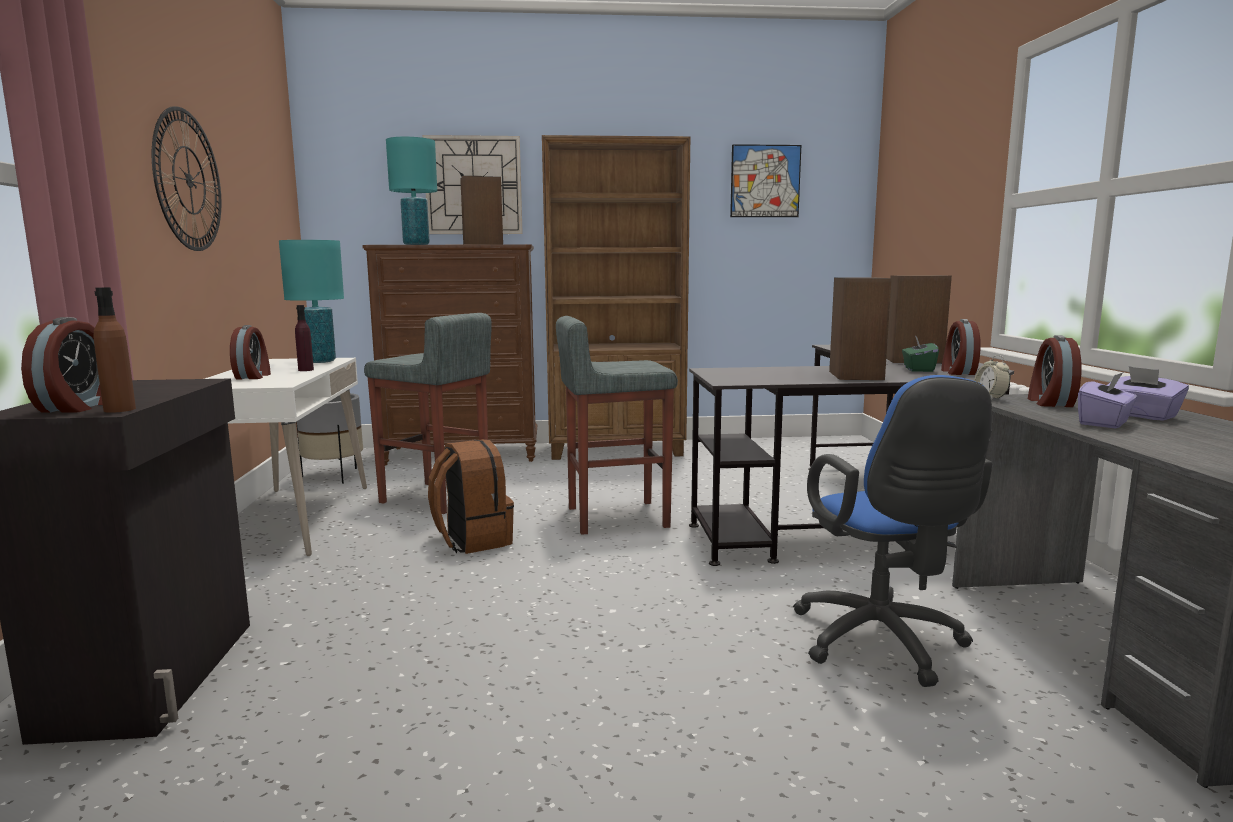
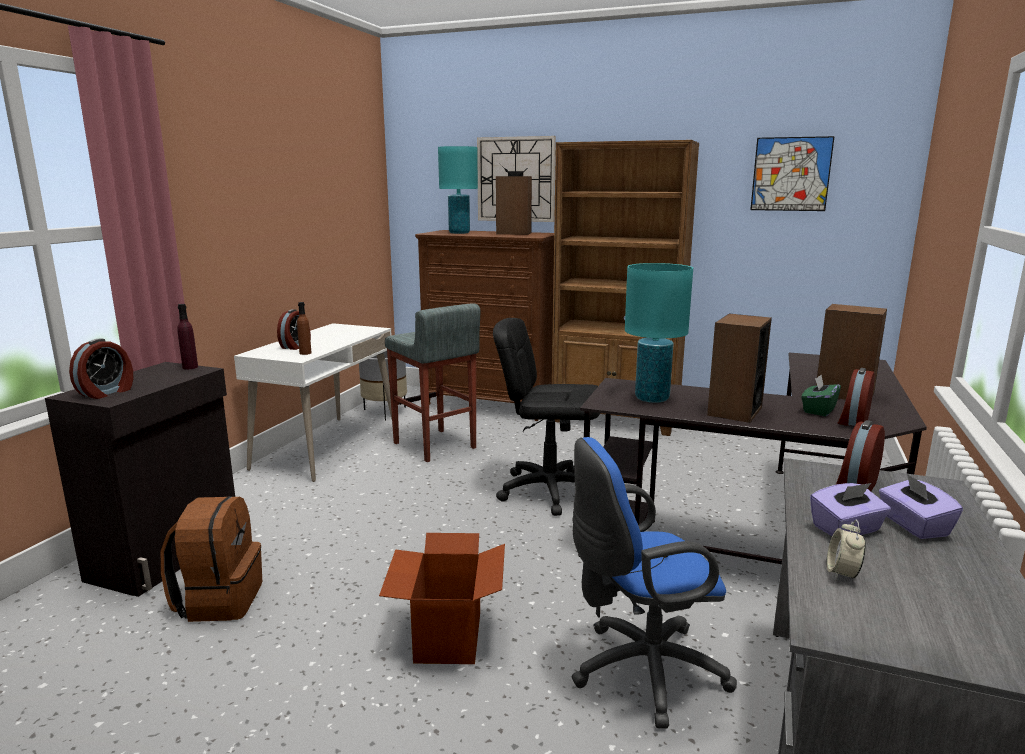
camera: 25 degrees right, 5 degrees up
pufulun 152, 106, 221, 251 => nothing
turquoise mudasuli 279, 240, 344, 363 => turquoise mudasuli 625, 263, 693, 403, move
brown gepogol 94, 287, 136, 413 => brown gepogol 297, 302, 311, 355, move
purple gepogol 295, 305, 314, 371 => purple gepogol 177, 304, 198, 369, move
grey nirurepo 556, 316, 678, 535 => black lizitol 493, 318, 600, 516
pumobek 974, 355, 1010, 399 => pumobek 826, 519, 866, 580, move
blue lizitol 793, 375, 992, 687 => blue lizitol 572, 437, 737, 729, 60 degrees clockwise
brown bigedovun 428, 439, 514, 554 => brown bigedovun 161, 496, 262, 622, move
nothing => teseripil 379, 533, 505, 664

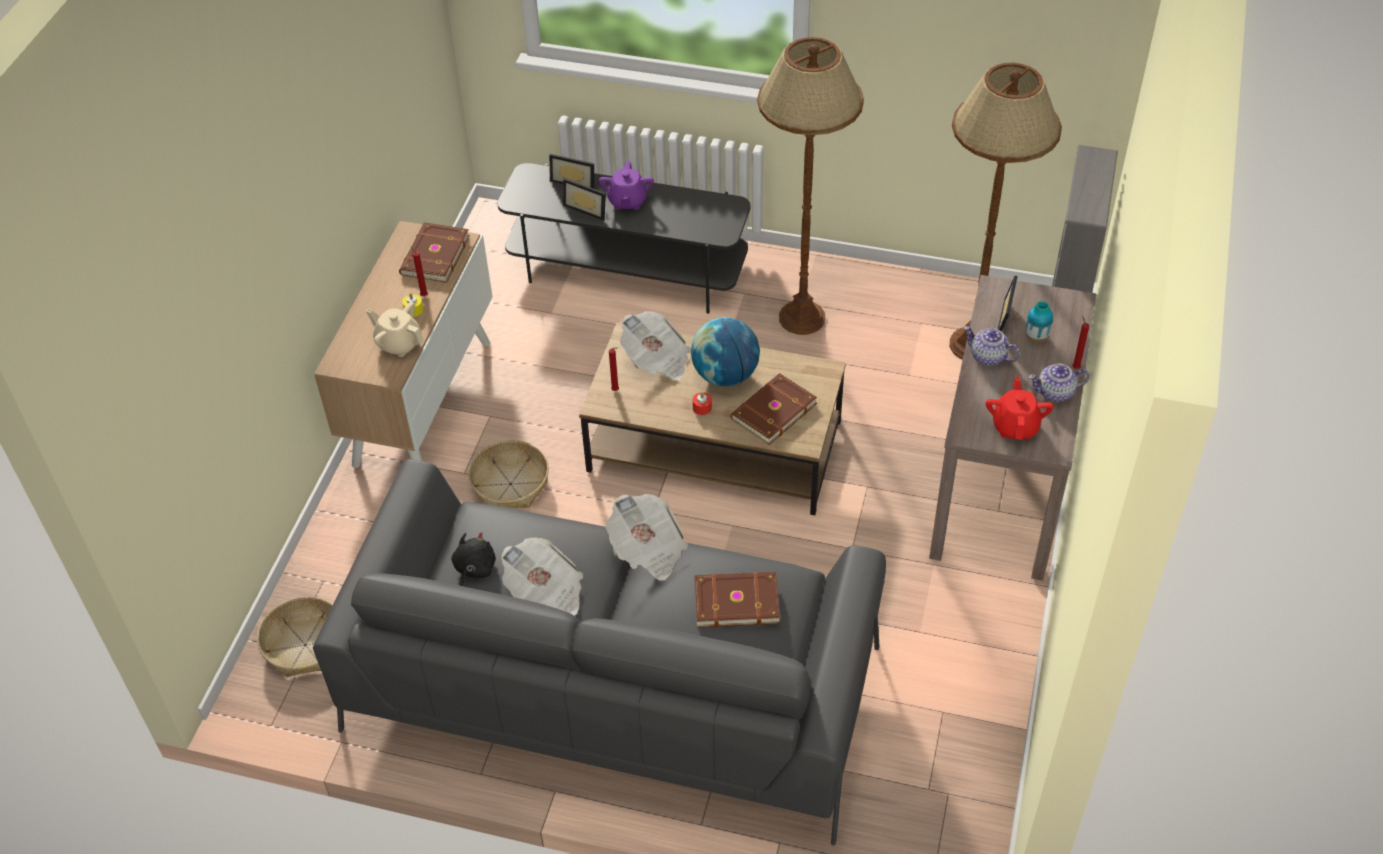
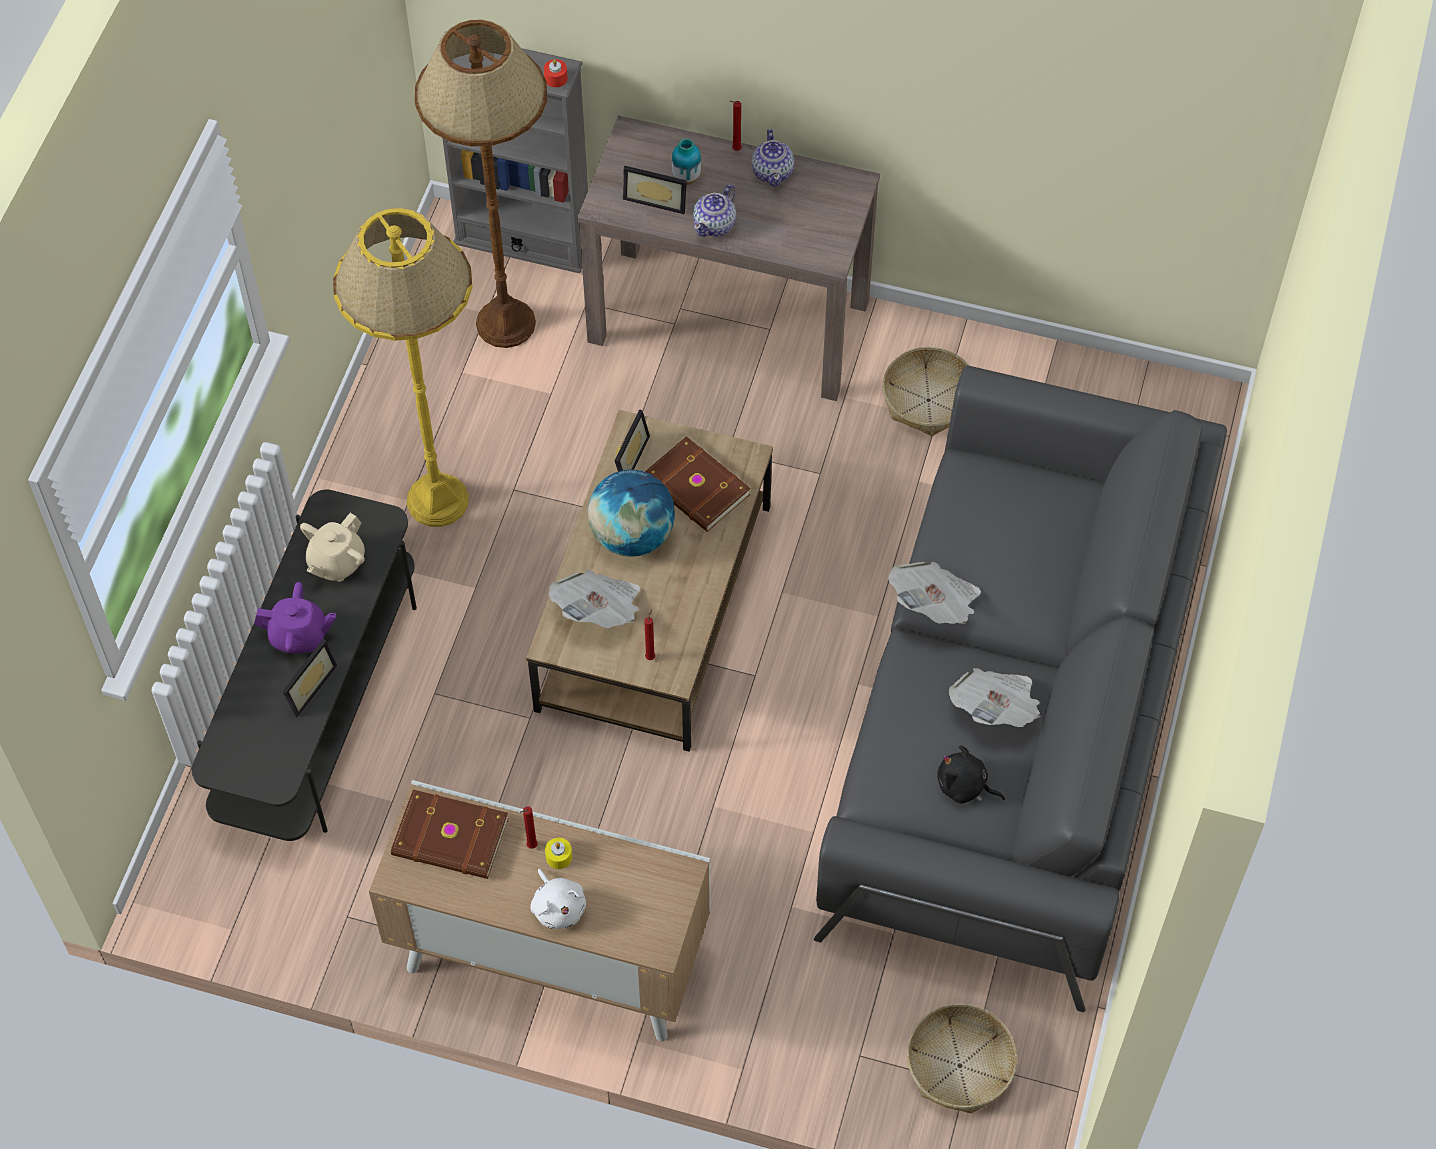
camera: 90 degrees left, 10 degrees up
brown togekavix 757, 37, 864, 335 => yellow togekavix 333, 208, 472, 527
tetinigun 549, 154, 594, 189 => tetinigun 614, 409, 650, 472, move
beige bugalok 366, 302, 424, 357 => beige bugalok 300, 513, 365, 582, move
red bugalok 986, 377, 1054, 440 => nothing
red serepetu 692, 392, 712, 415 => red serepetu 544, 59, 568, 87, move
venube 468, 440, 549, 508 => venube 882, 347, 970, 436, move
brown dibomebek 694, 572, 780, 628 => nothing
nothing => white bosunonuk 530, 869, 586, 929

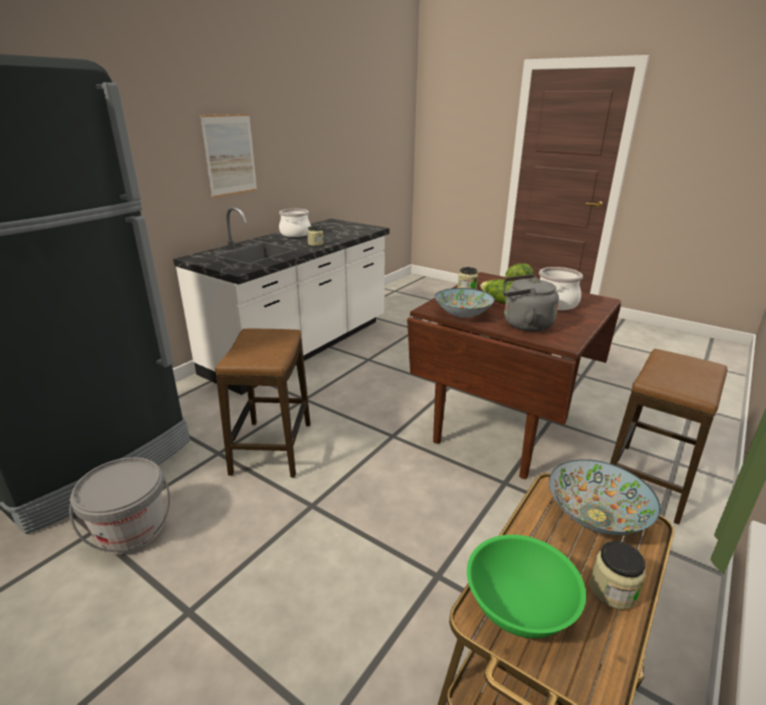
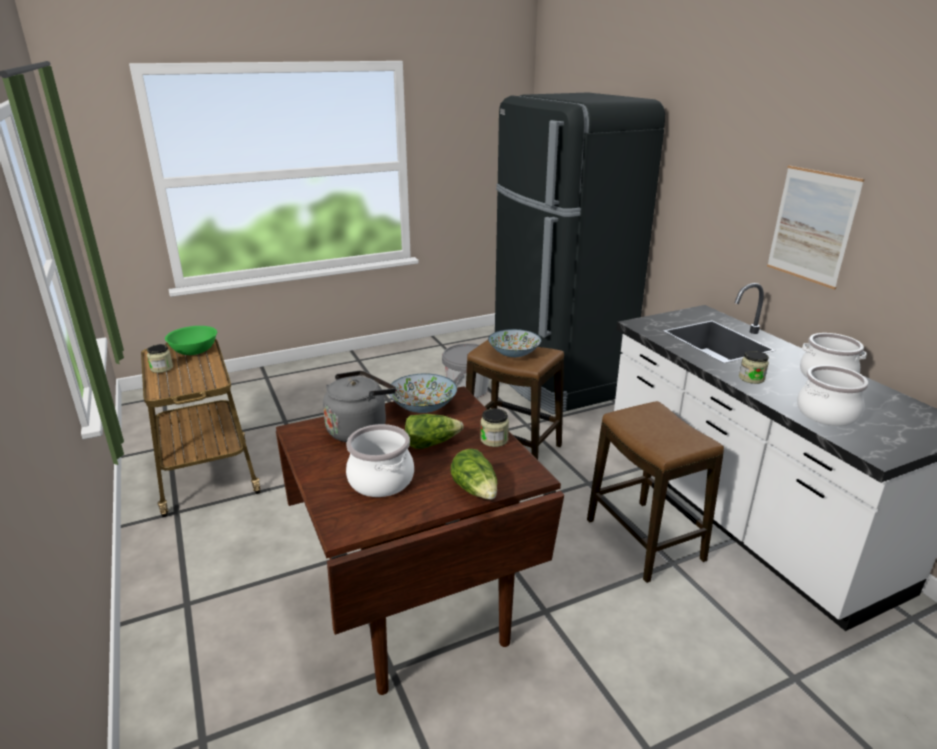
camera: 120 degrees right, 0 degrees up
nirurepo 610, 349, 728, 524 => nirurepo 587, 401, 724, 583, move
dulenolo 549, 459, 661, 535 => dulenolo 488, 329, 541, 357, move
nothing => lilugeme 797, 365, 869, 426

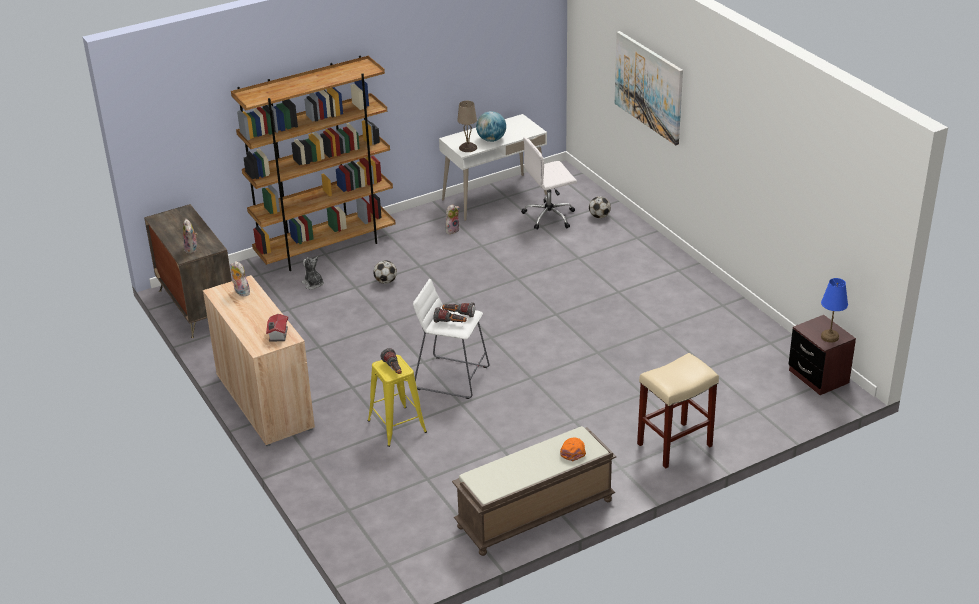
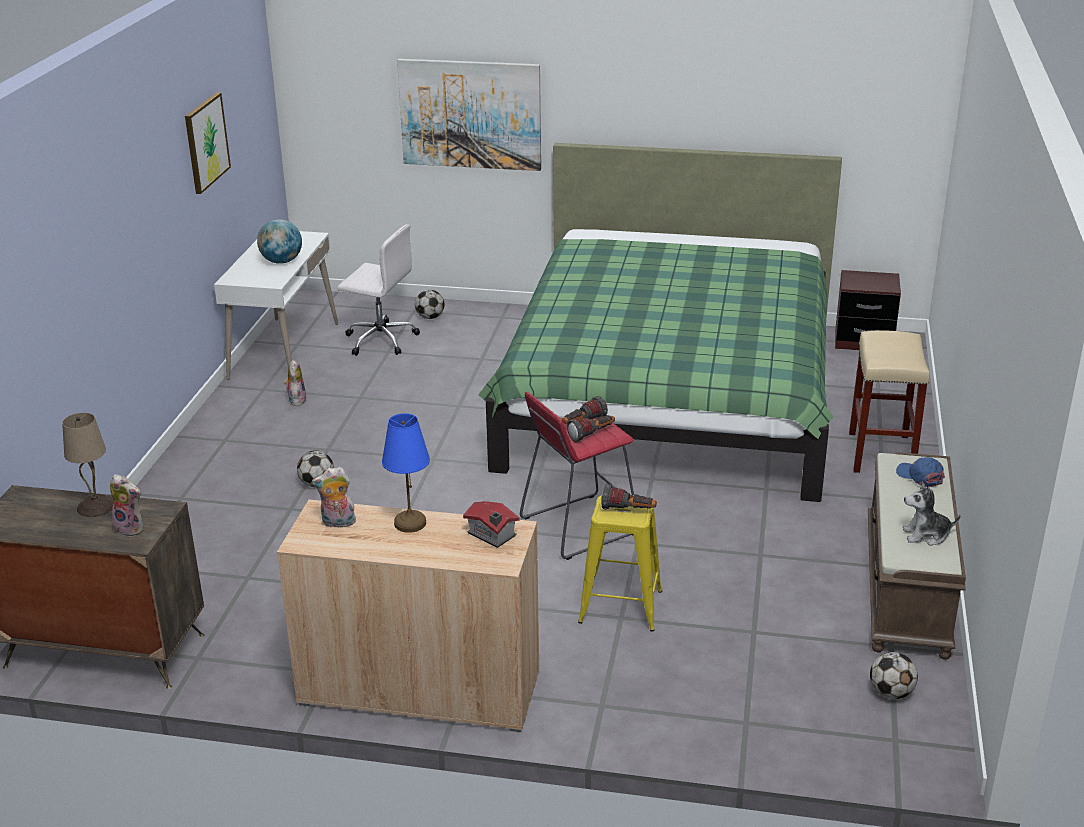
camera: 50 degrees left, 5 degrees down
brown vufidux 231, 56, 395, 271 => nothing
beige mudasuli 457, 101, 477, 152 => beige mudasuli 62, 413, 114, 517, move
white lizitol 521, 137, 577, 230 => white lizitol 337, 224, 420, 356, 90 degrees counterclockwise
bosunonuk 302, 256, 324, 290 => bosunonuk 902, 482, 961, 546, move
blue mudasuli 821, 278, 848, 342 => blue mudasuli 382, 413, 430, 533, move
white nirurepo 413, 279, 489, 399 => red nirurepo 520, 392, 634, 560
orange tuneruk 560, 437, 586, 461 => blue tuneruk 896, 457, 945, 487
nothing => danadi 185, 92, 231, 194
nothing => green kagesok 478, 143, 842, 502
nothing => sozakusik 870, 652, 918, 699

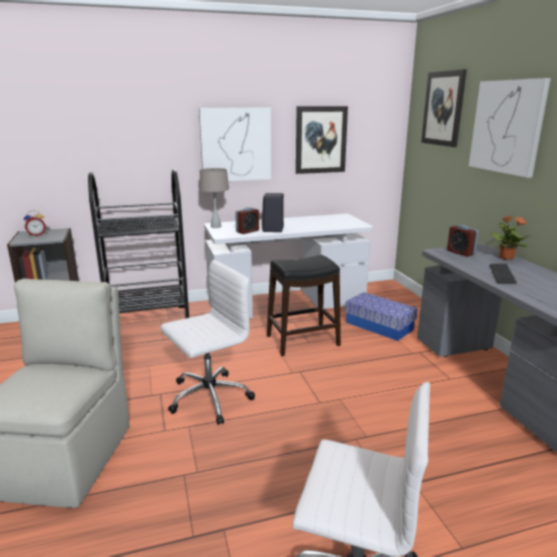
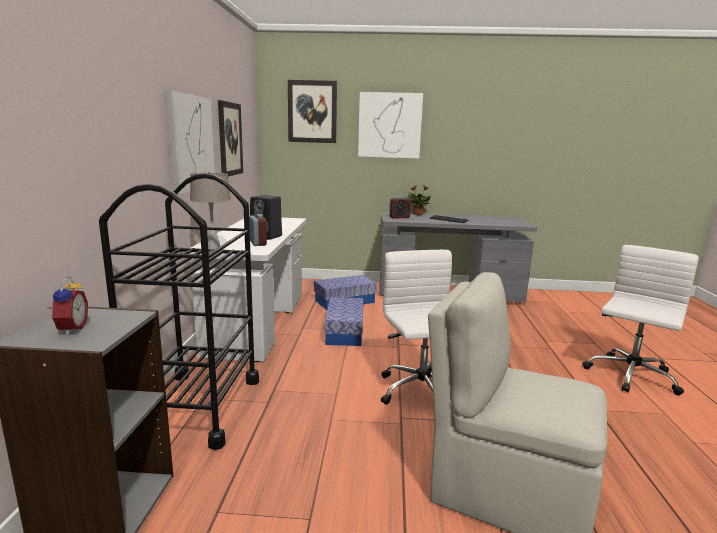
camera: 70 degrees left, 5 degrees down
black nirurepo 267, 255, 341, 356 => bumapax 325, 297, 363, 346

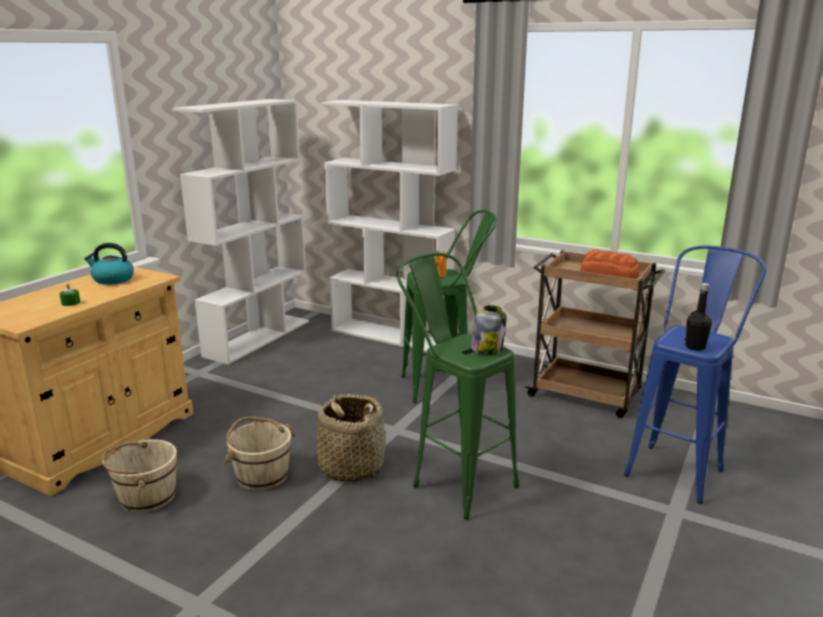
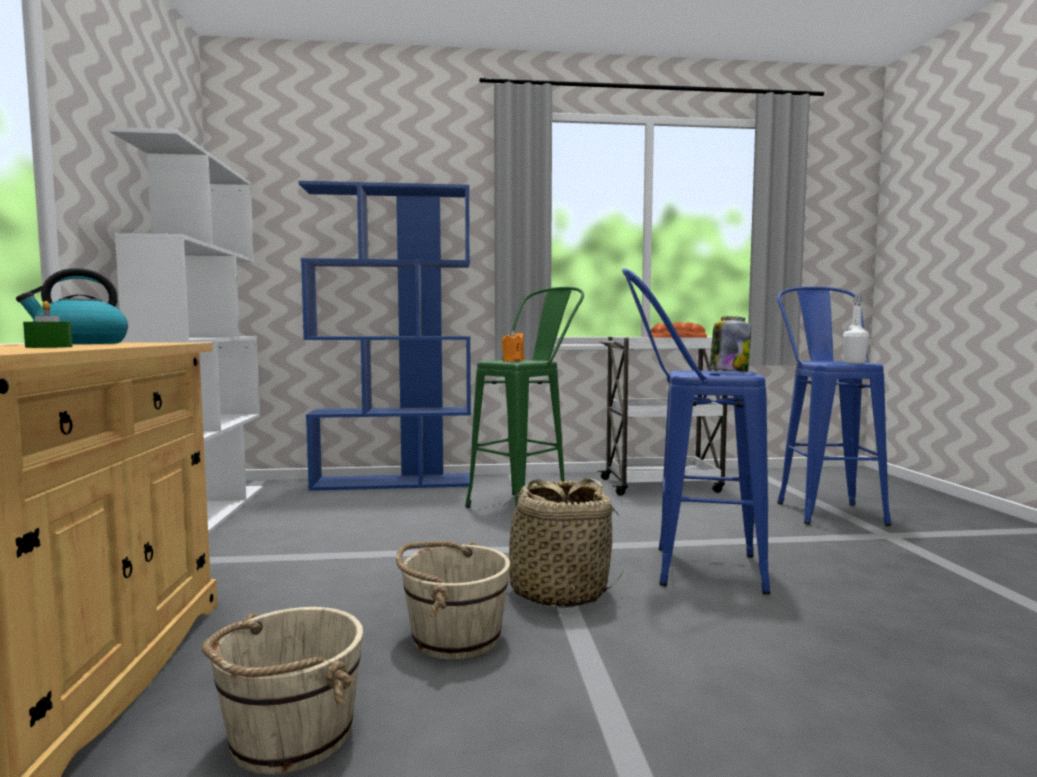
camera: 35 degrees left, 15 degrees down
white vufidux 322, 100, 458, 352 => blue vufidux 298, 181, 471, 491
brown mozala 525, 250, 665, 418 => white mozala 598, 337, 727, 496
green nirurepo 397, 253, 519, 520 => blue nirurepo 622, 268, 770, 595
black gepogol 686, 283, 712, 351 => white gepogol 843, 296, 869, 364

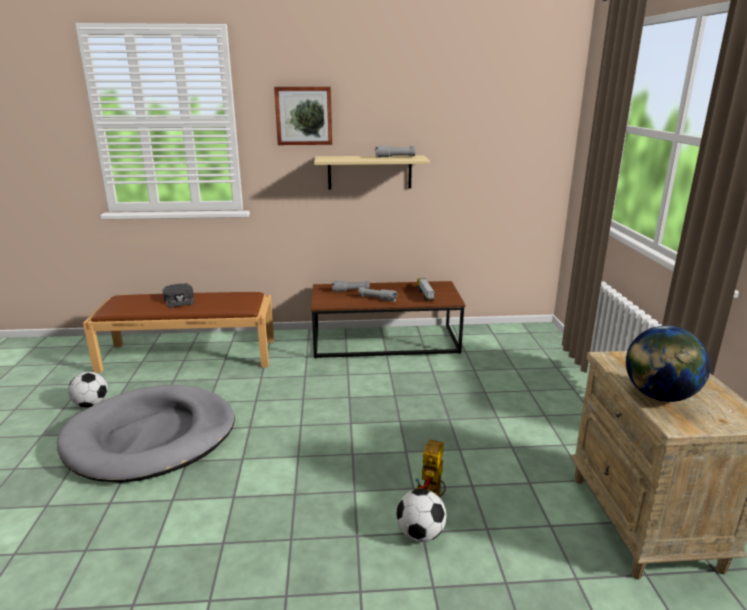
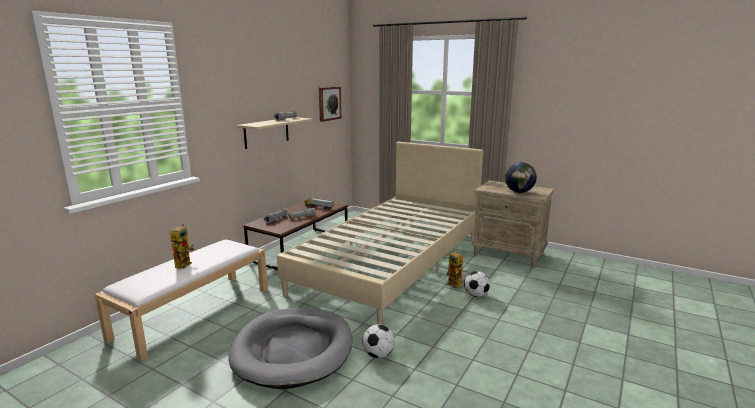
camera: 55 degrees left, 5 degrees down
danadi 274, 87, 332, 145 => danadi 319, 86, 342, 122, move
black tuneruk 162, 283, 194, 308 => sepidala 170, 224, 194, 269
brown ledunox 83, 292, 274, 373 => white ledunox 95, 240, 268, 361
sozakusik 68, 372, 108, 408 => sozakusik 362, 324, 395, 358, move
nothing => beige kagesok 277, 142, 484, 325

